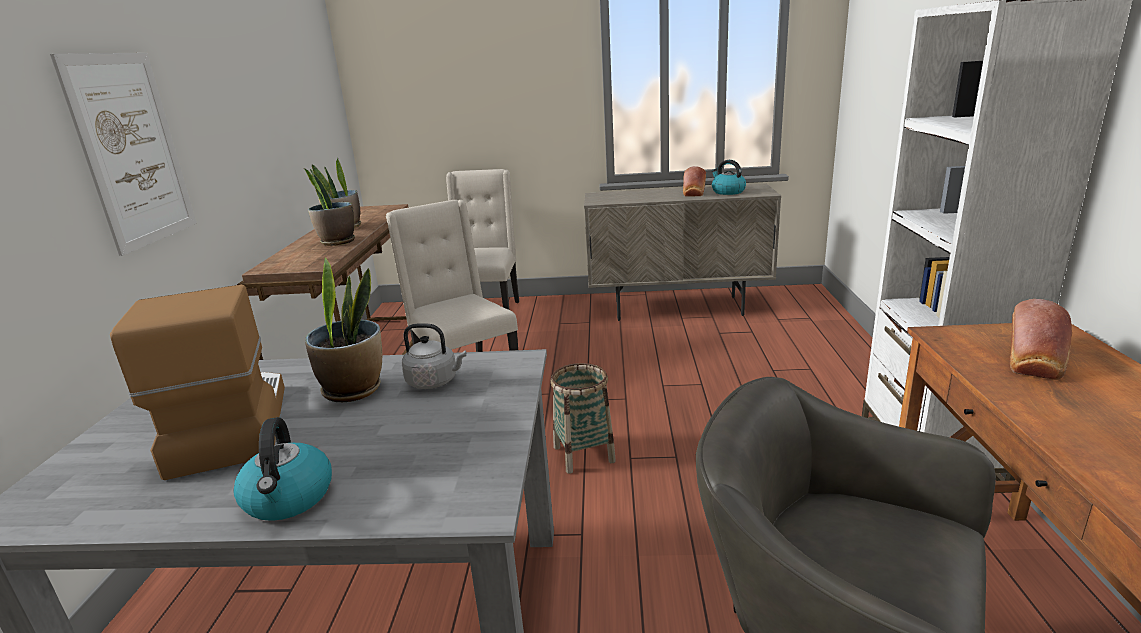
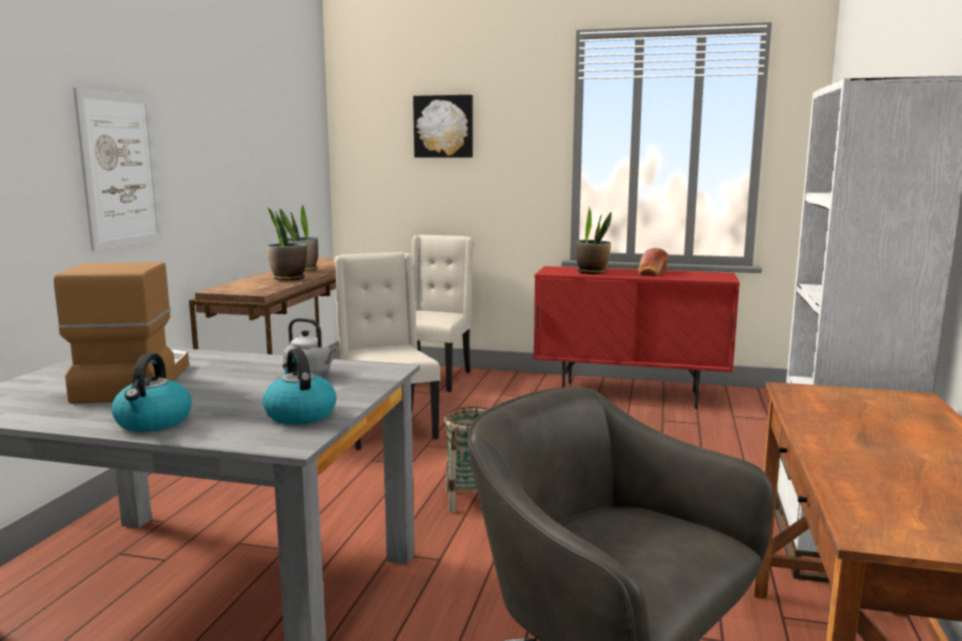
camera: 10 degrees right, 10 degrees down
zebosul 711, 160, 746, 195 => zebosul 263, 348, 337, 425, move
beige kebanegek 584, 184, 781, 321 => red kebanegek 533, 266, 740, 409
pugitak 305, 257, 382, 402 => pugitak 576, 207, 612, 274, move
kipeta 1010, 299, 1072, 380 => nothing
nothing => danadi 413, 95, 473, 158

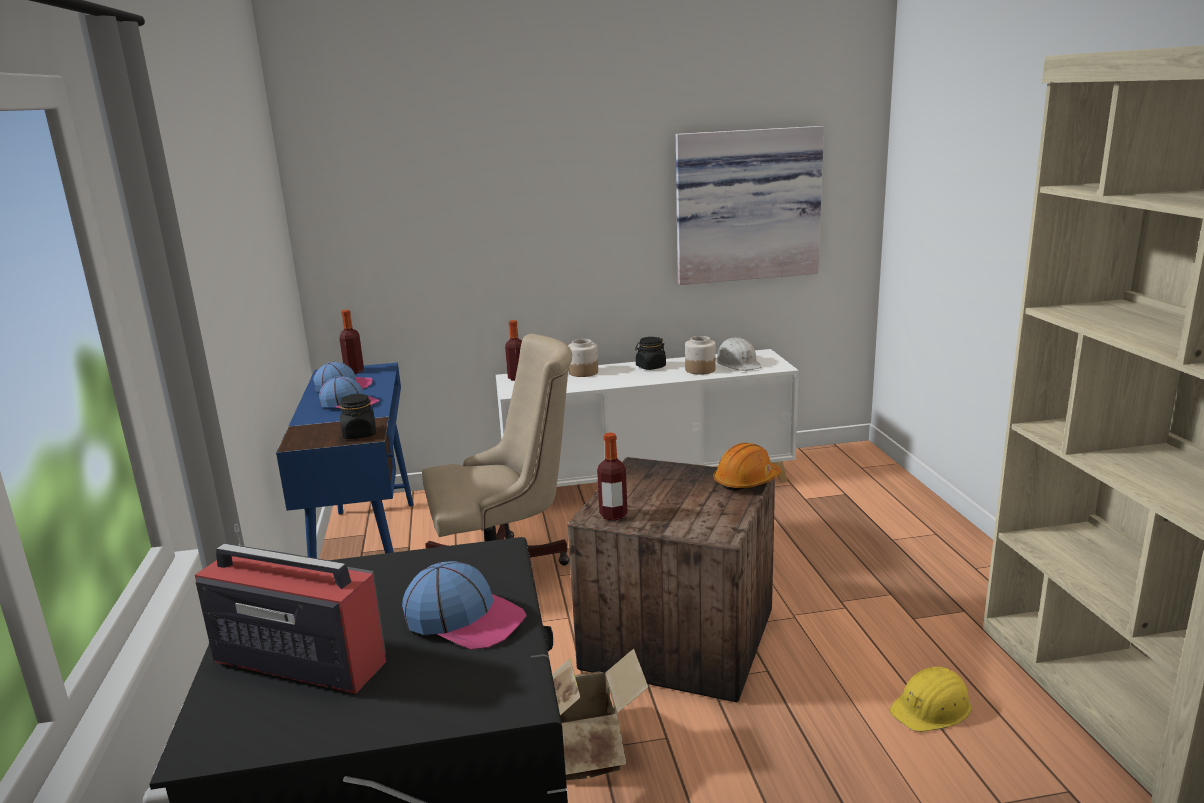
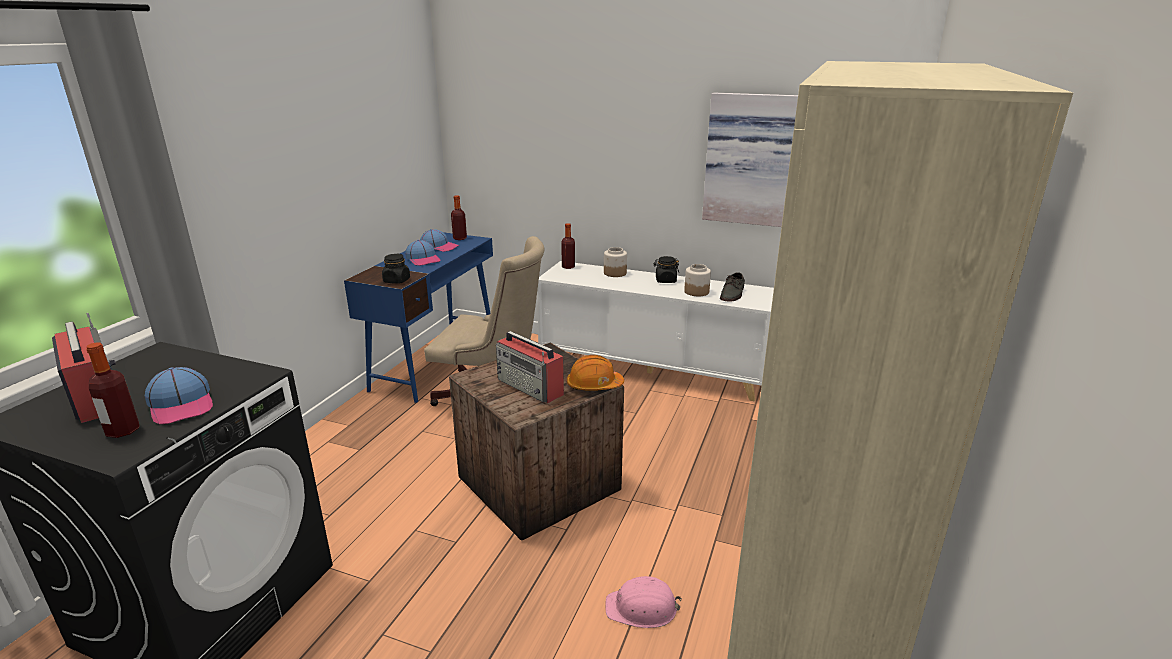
camera: 30 degrees right, 5 degrees up
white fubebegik 716, 337, 761, 371 => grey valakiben 720, 272, 745, 302
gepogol 597, 432, 628, 521 => gepogol 86, 342, 139, 438, move
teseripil 552, 648, 648, 780 => nothing
yellow fubebegik 889, 667, 971, 732 => pink fubebegik 605, 576, 682, 628
nothing => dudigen 496, 331, 564, 403

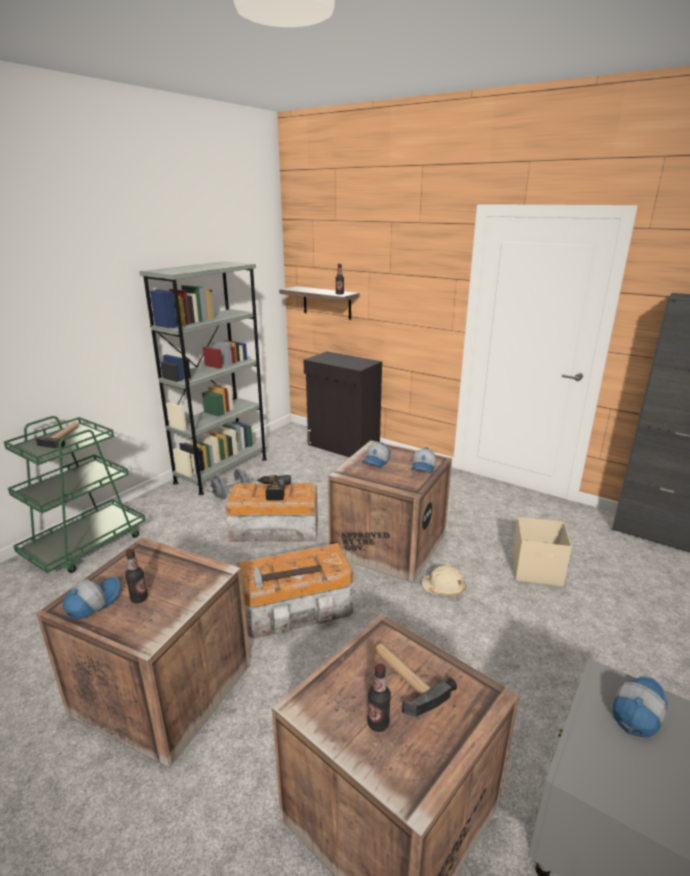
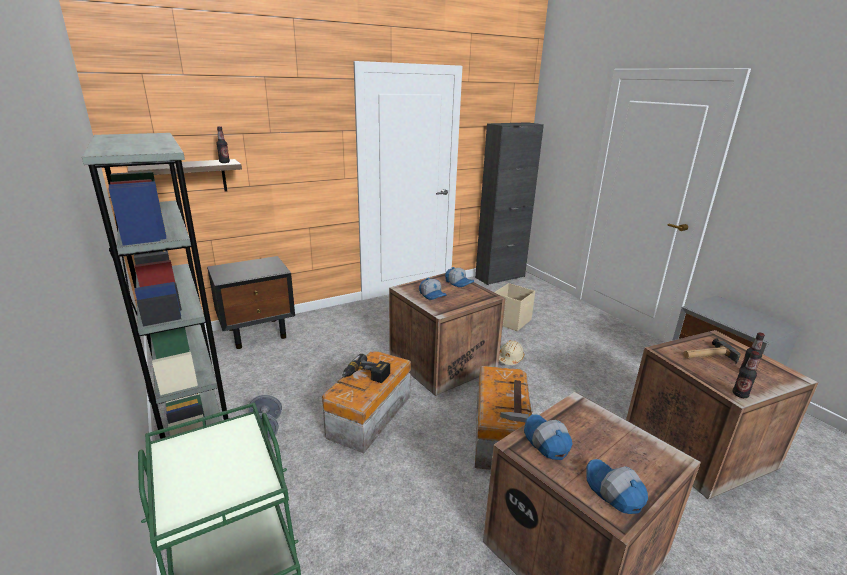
camera: 65 degrees left, 0 degrees up
black kebanegek 304, 351, 382, 457 => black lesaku 207, 256, 295, 349
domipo 35, 422, 79, 448 => nothing
gepogol 125, 549, 148, 603 => gepogol 732, 351, 759, 398, move
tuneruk 613, 676, 668, 737 => tuneruk 524, 414, 572, 460, move

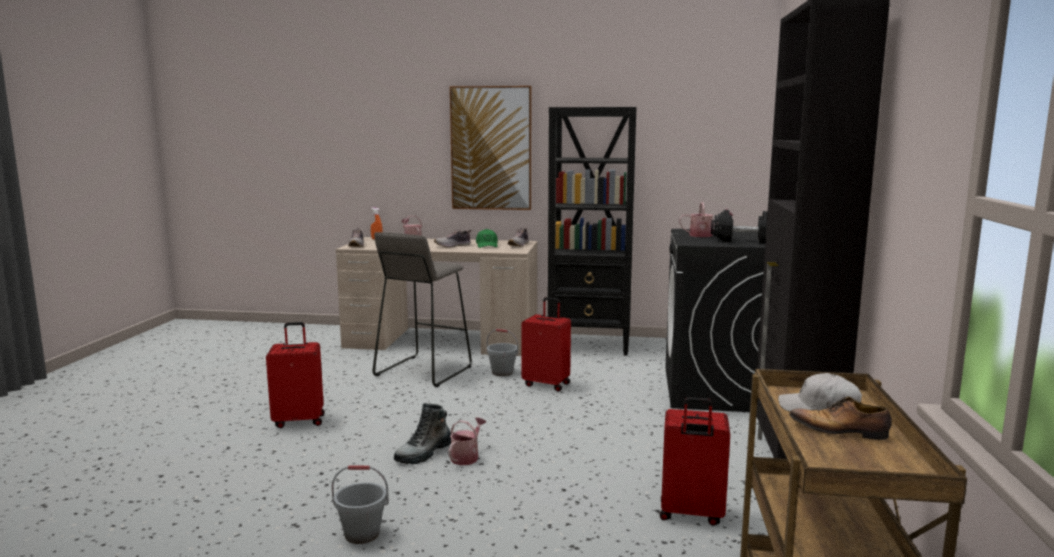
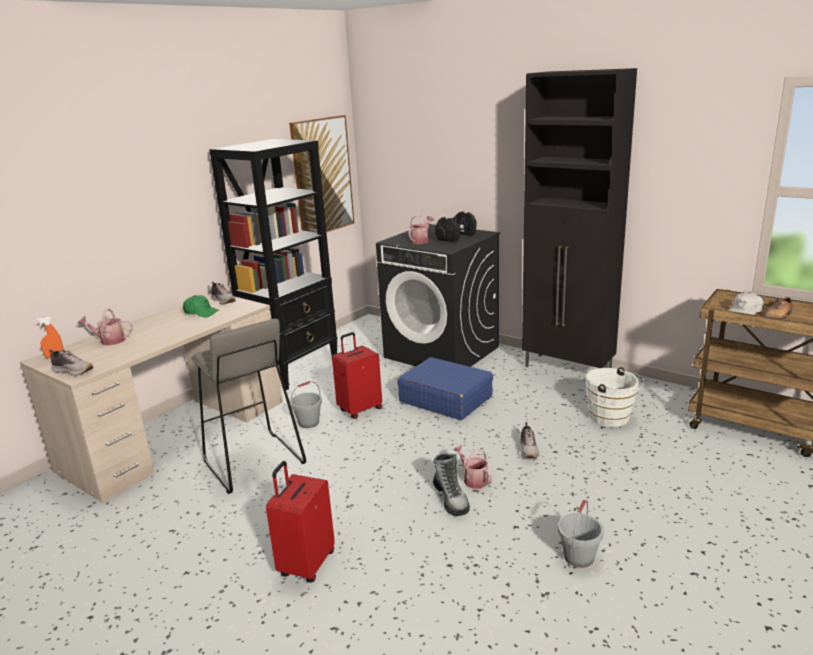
camera: 60 degrees left, 10 degrees up
danadi 450, 86, 531, 210 => danadi 289, 115, 354, 232, move
valakiben 434, 229, 471, 248 => valakiben 520, 422, 539, 458, move
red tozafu 660, 397, 730, 526 => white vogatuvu 586, 367, 644, 427
nothing => blue tozafu 398, 357, 493, 420

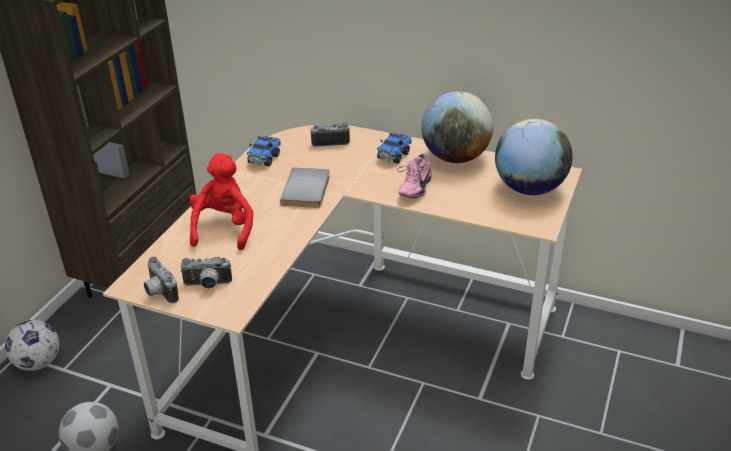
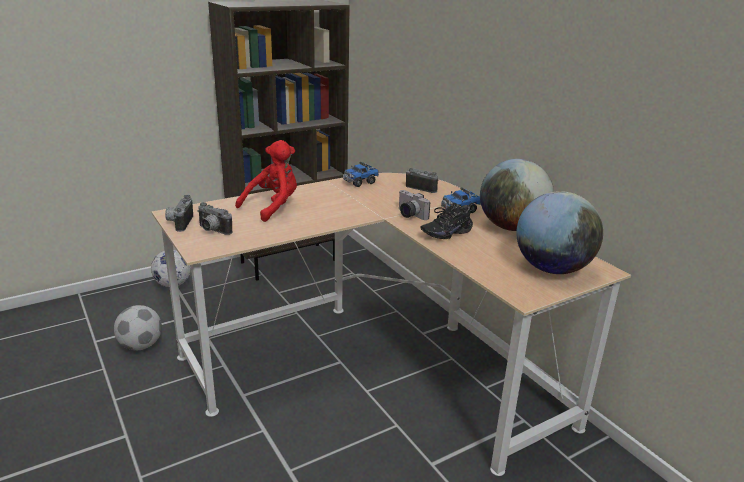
camera: 35 degrees right, 10 degrees down
pink valakiben 397, 153, 432, 198 => black valakiben 420, 203, 473, 239
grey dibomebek 280, 168, 330, 208 => nothing
nothing => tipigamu 399, 190, 430, 220

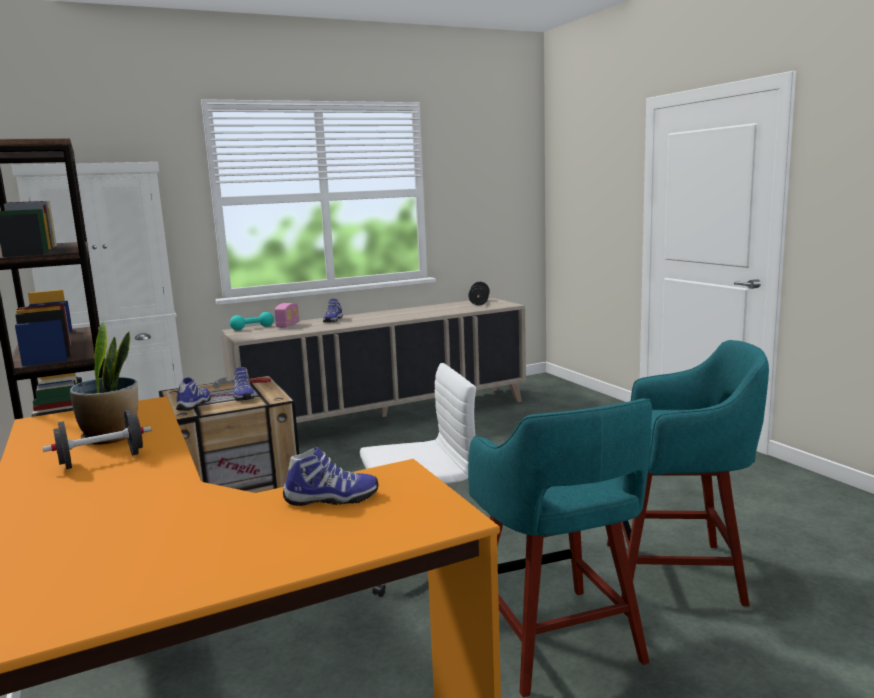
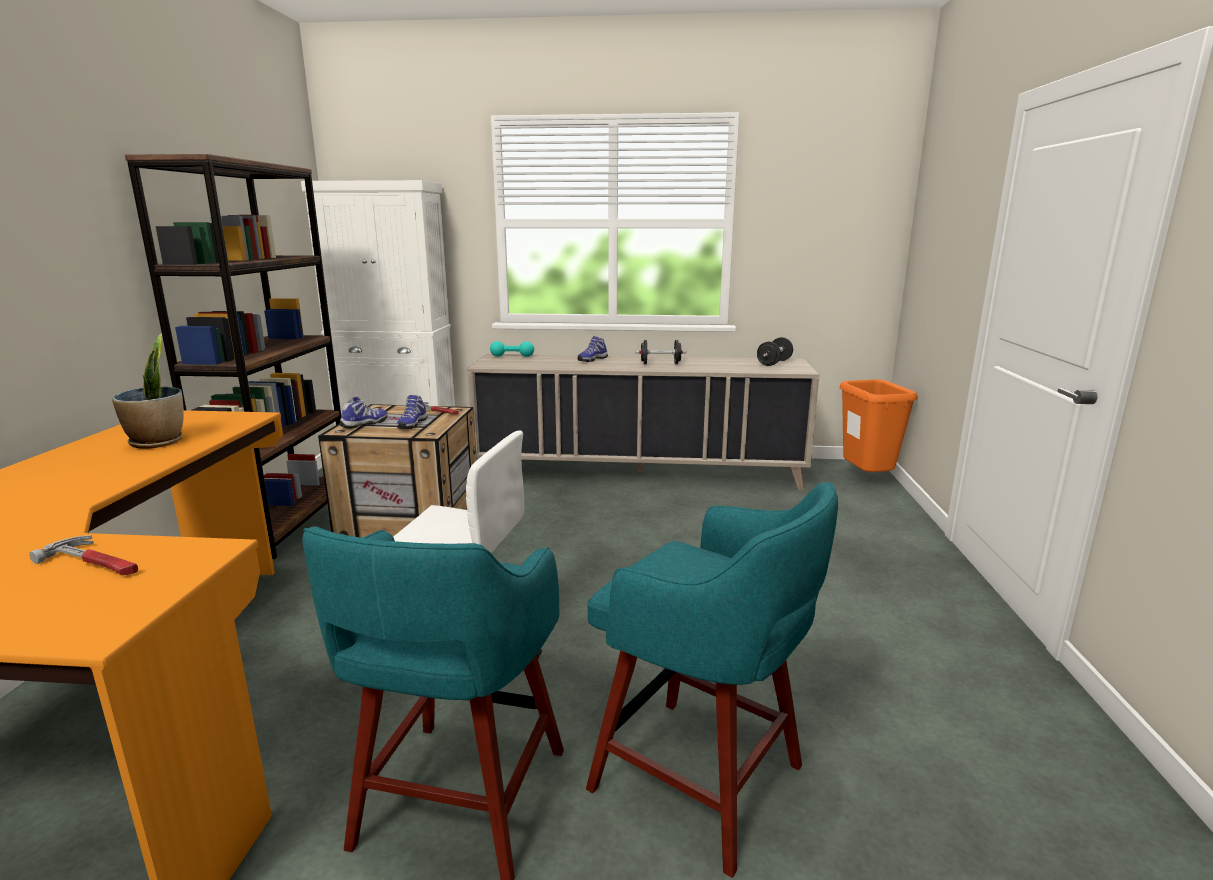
camera: 30 degrees right, 5 degrees up
dudigen 275, 303, 299, 328 => nothing
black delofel 43, 410, 151, 469 => black delofel 635, 340, 686, 364, move
valakiben 283, 447, 379, 506 => domipo 29, 535, 138, 575
nothing => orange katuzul 840, 379, 918, 472

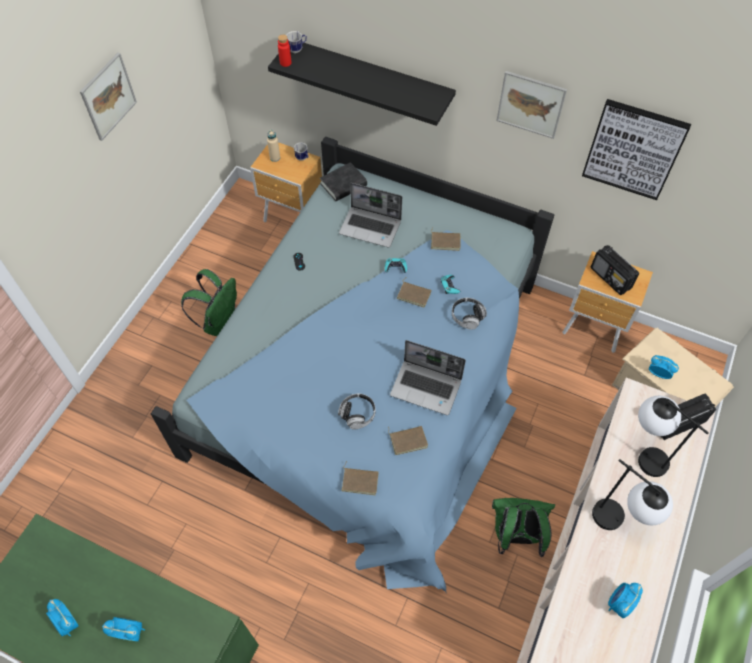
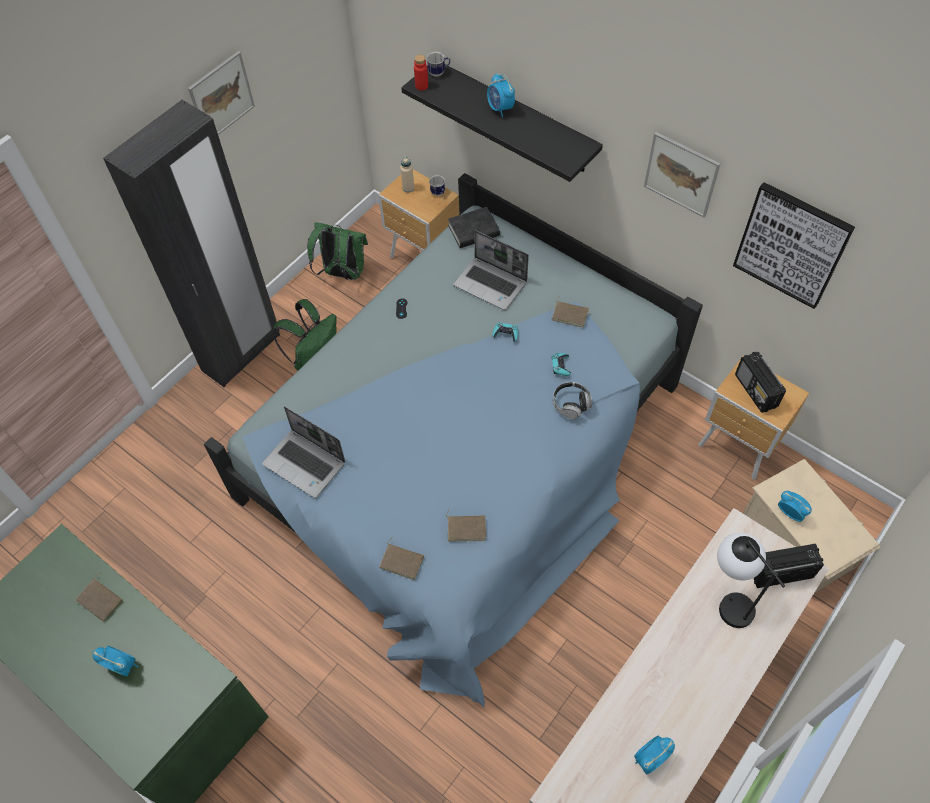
camera: 15 degrees right, 0 degrees up
brown dibomebek 397, 282, 431, 307 => brown dibomebek 75, 572, 123, 622, move
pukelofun 390, 340, 466, 415 => pukelofun 262, 406, 345, 498, move
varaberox 338, 394, 375, 430 => nothing
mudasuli 592, 459, 673, 530 => nothing
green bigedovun 492, 498, 555, 557 => green bigedovun 307, 222, 368, 280, move
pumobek 46, 599, 79, 637 => pumobek 487, 73, 515, 117, move
nothing => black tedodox 103, 100, 280, 387

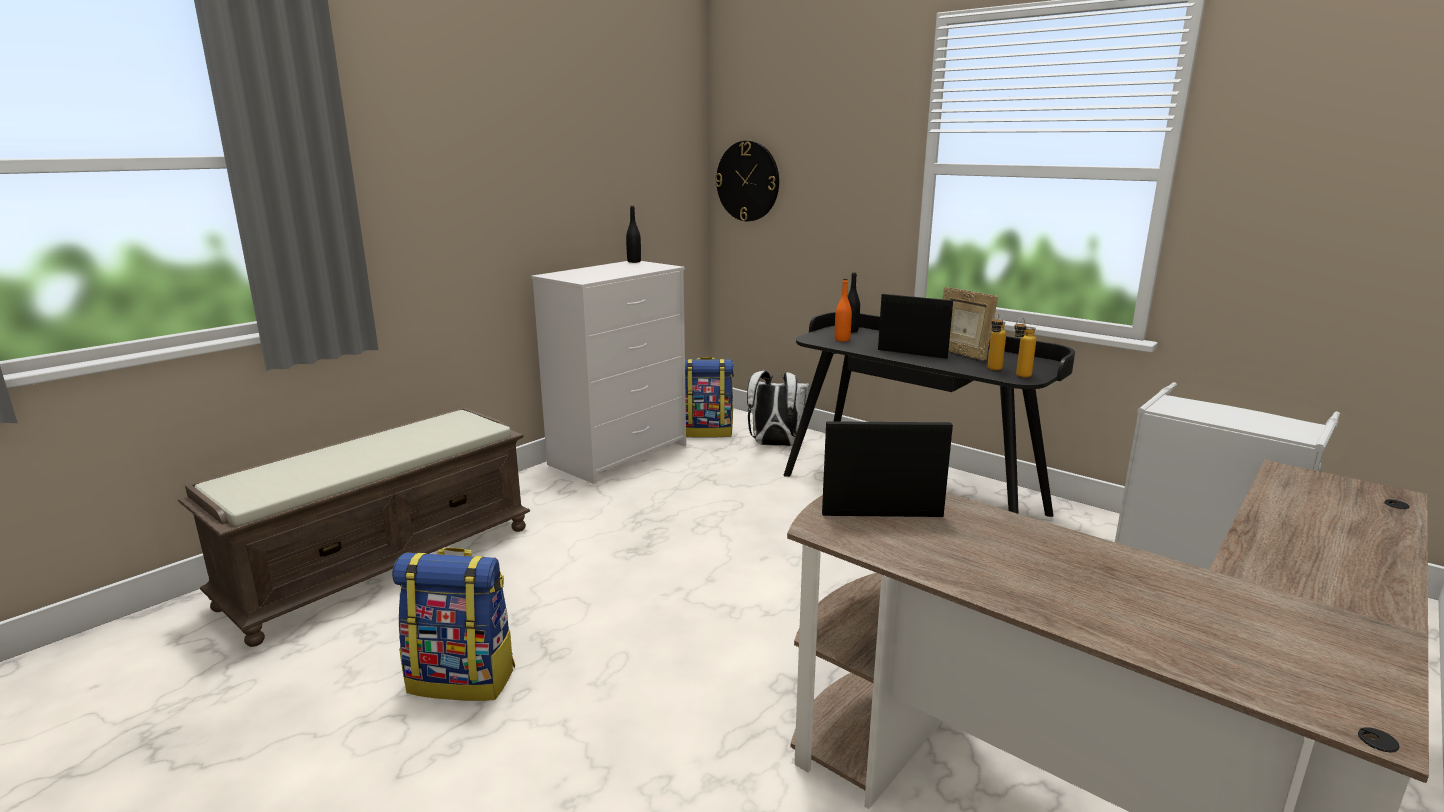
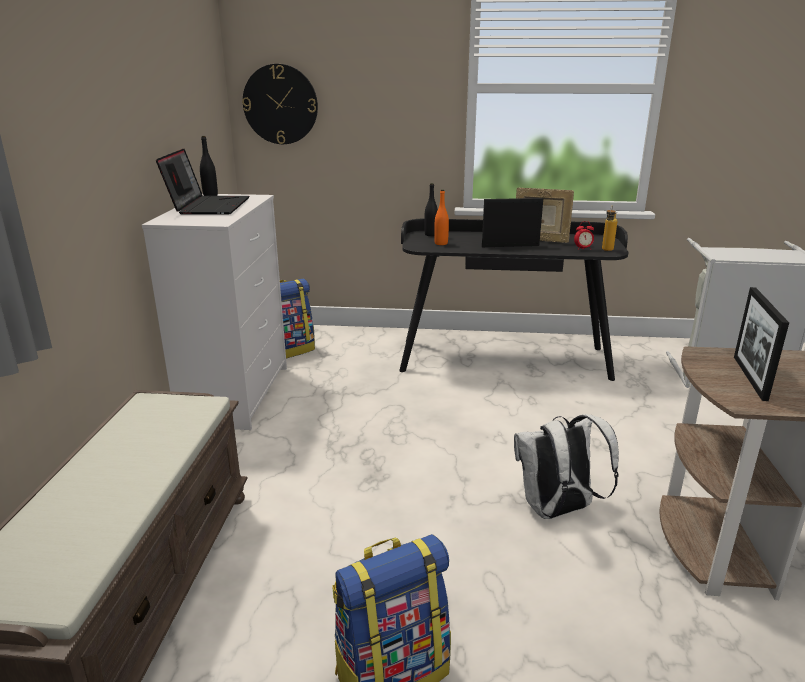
camera: 35 degrees left, 5 degrees up
gepogol 987, 314, 1006, 370 => pumobek 574, 221, 594, 250
white bigedovun 747, 371, 809, 446 => white bigedovun 514, 414, 619, 519, move
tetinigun 822, 421, 953, 517 => tetinigun 734, 287, 789, 401, 45 degrees counterclockwise
nothing => pukelofun 156, 149, 249, 215

